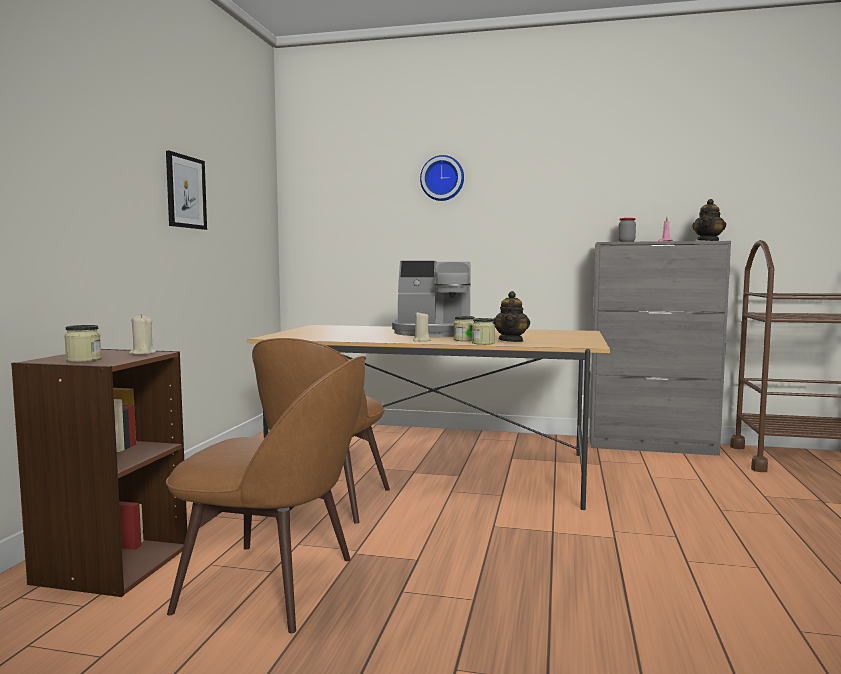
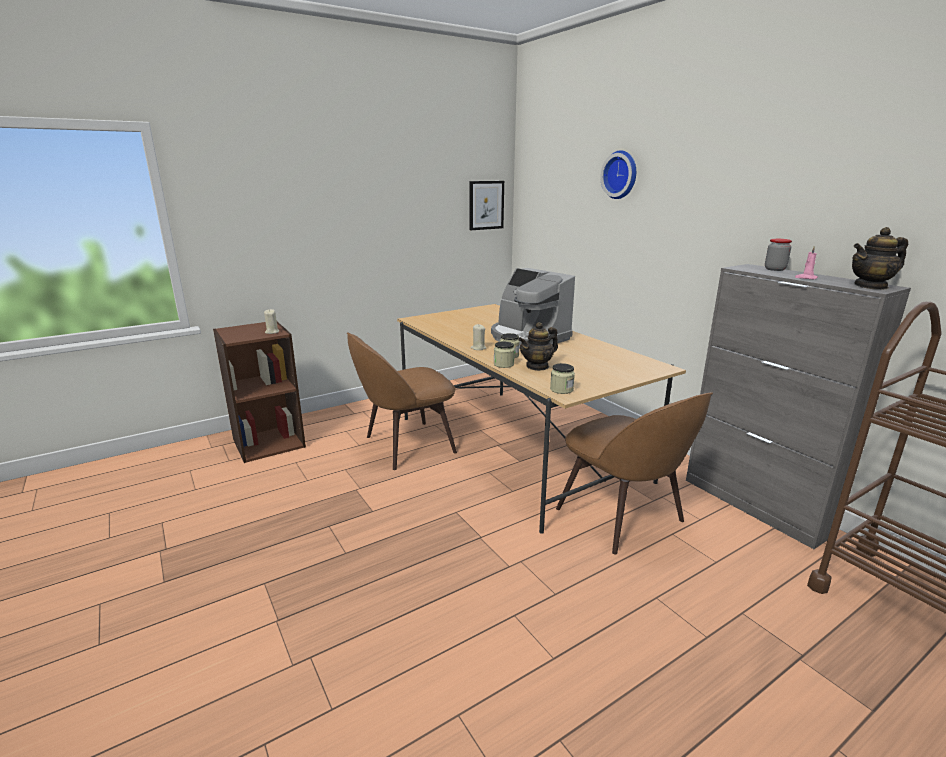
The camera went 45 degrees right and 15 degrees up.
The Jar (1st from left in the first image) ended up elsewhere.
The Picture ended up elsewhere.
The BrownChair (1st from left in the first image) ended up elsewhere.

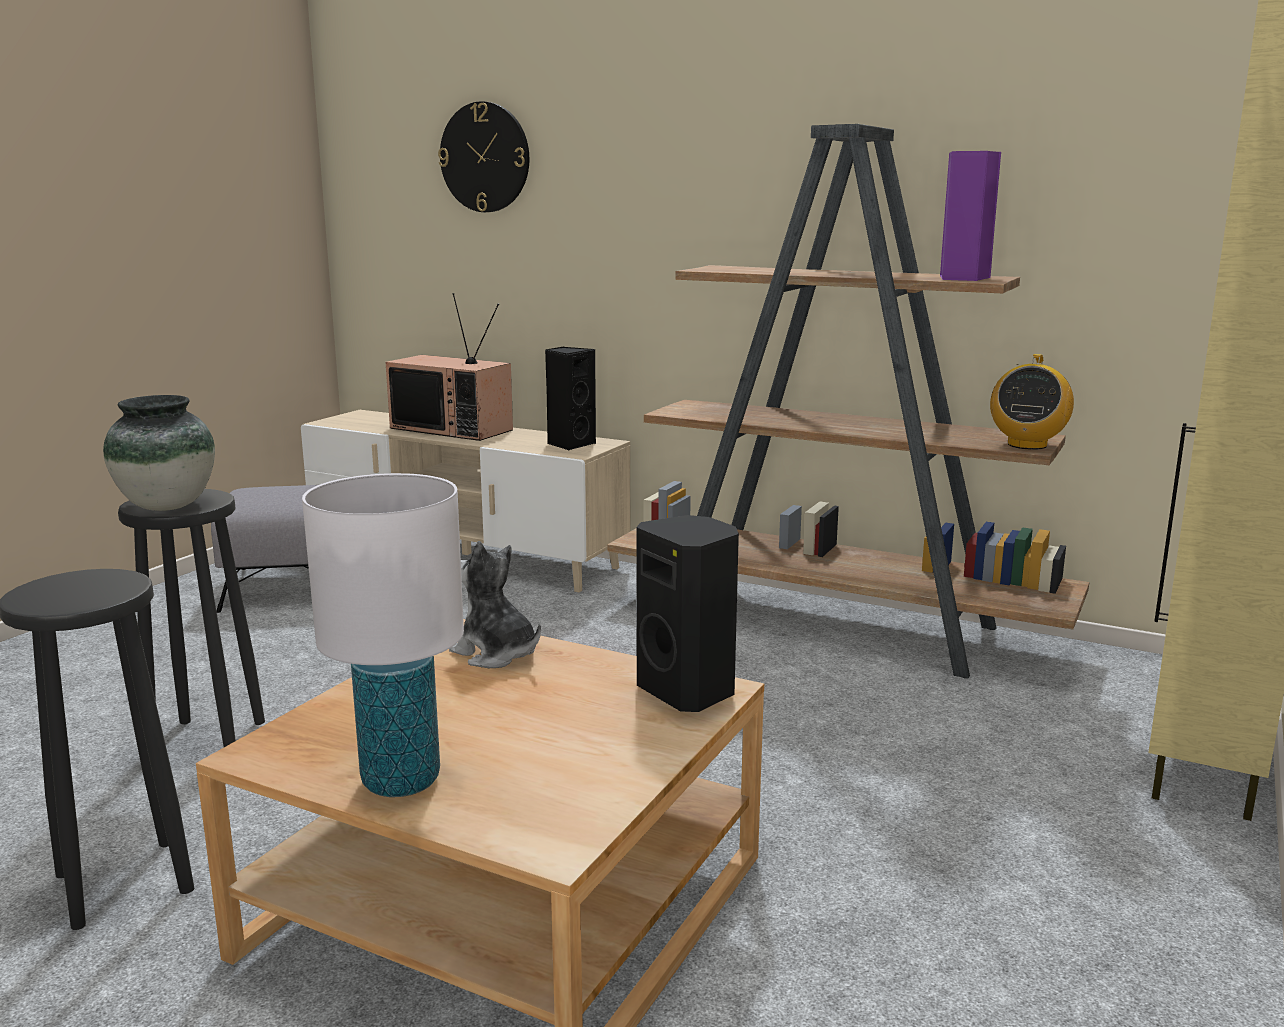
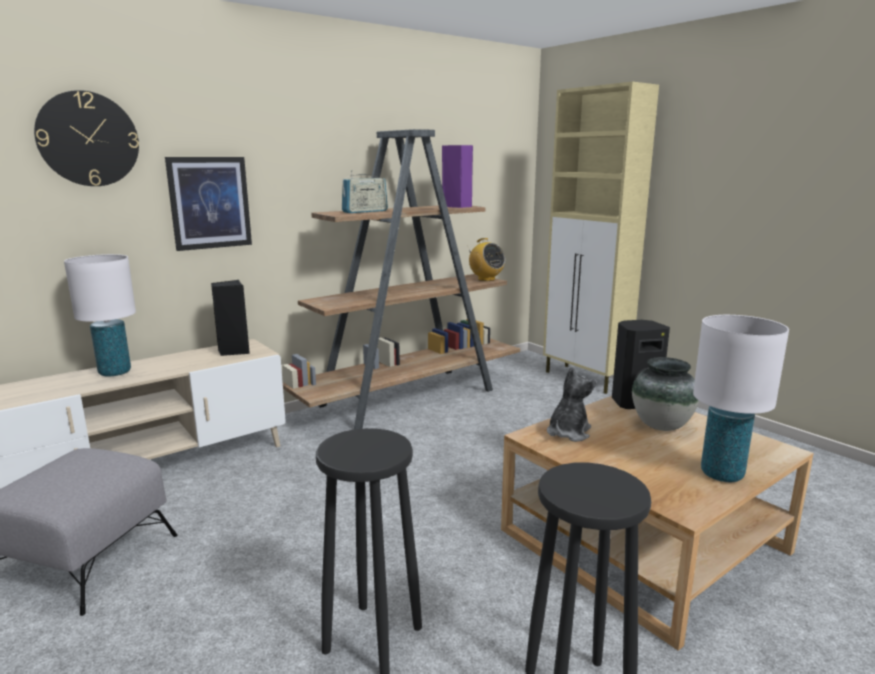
The camera went 65 degrees left and 0 degrees up.
The Vase ended up elsewhere.
Where the Television stood, the WhiteTableLamp (1st from left) came to stand.
The PlushToy ended up facing another way, 150 degrees clockwise from before.
The second view gained the Picture.
The second view gained the Radio (1st from left).

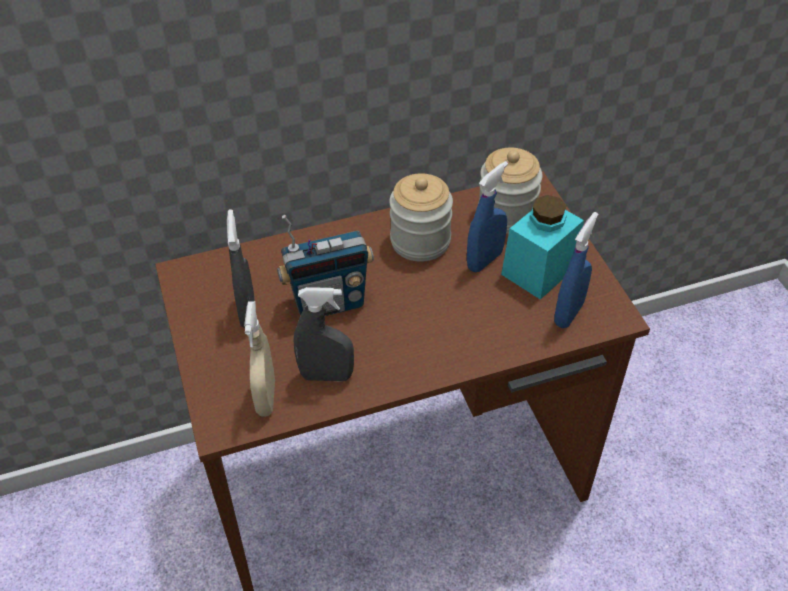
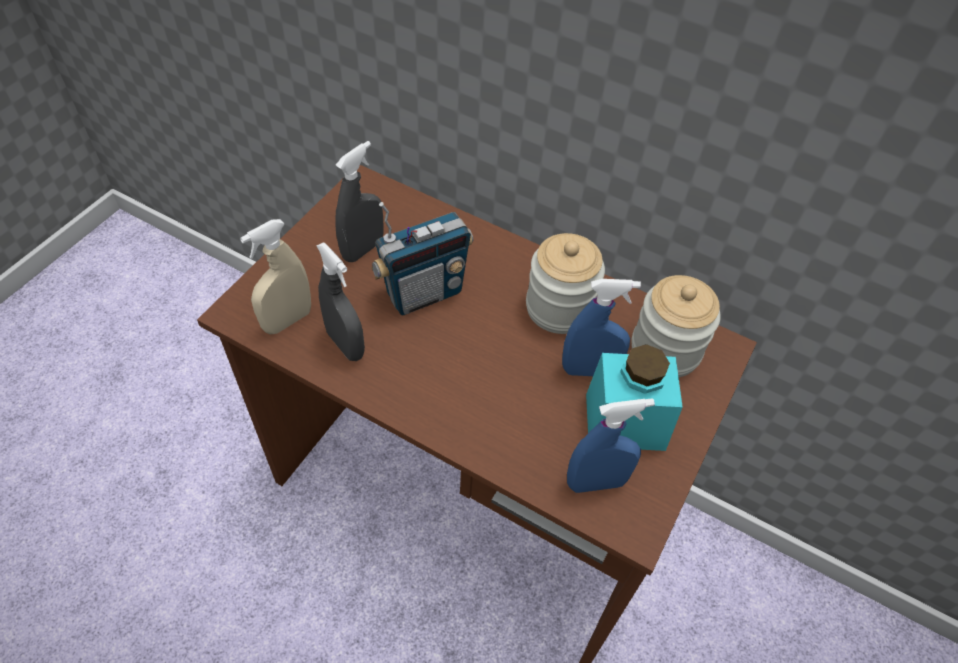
The camera went 45 degrees right and 5 degrees up.
The Radio ended up facing another way, 60 degrees counterclockwise from before.

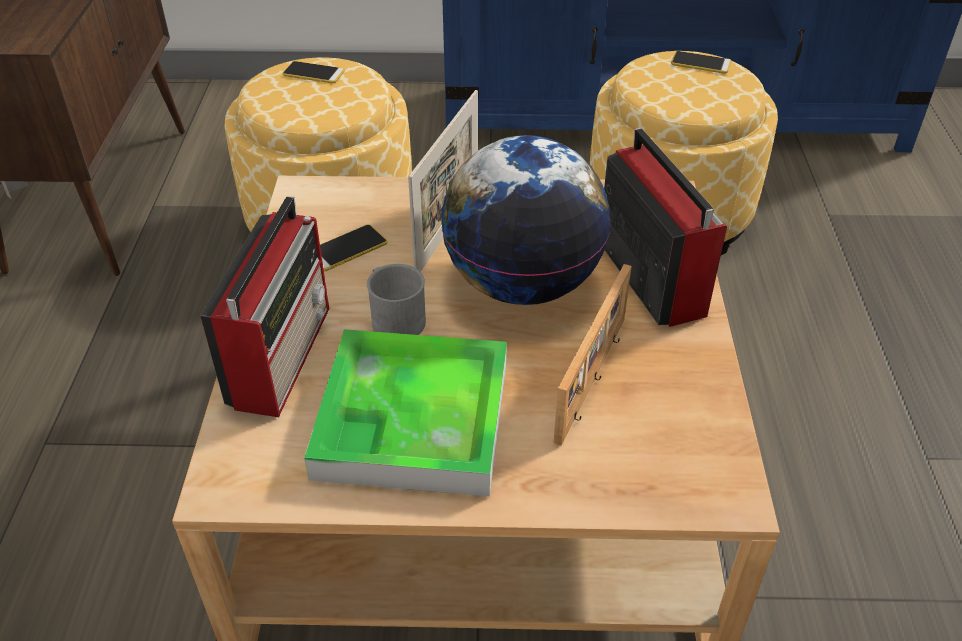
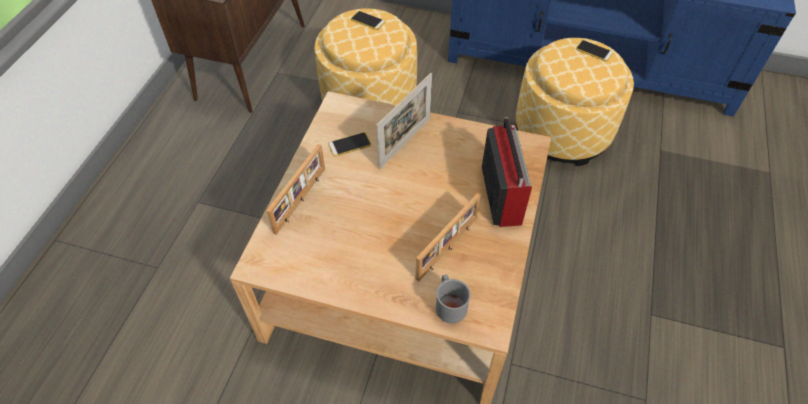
The camera went 15 degrees right and 10 degrees up.
Where the Radio (1st from left) stood, the PictureFrame (1st from left) came to stand.
The second view lost the Tray.
The GreyMug ended up elsewhere.
The second view lost the Globe.

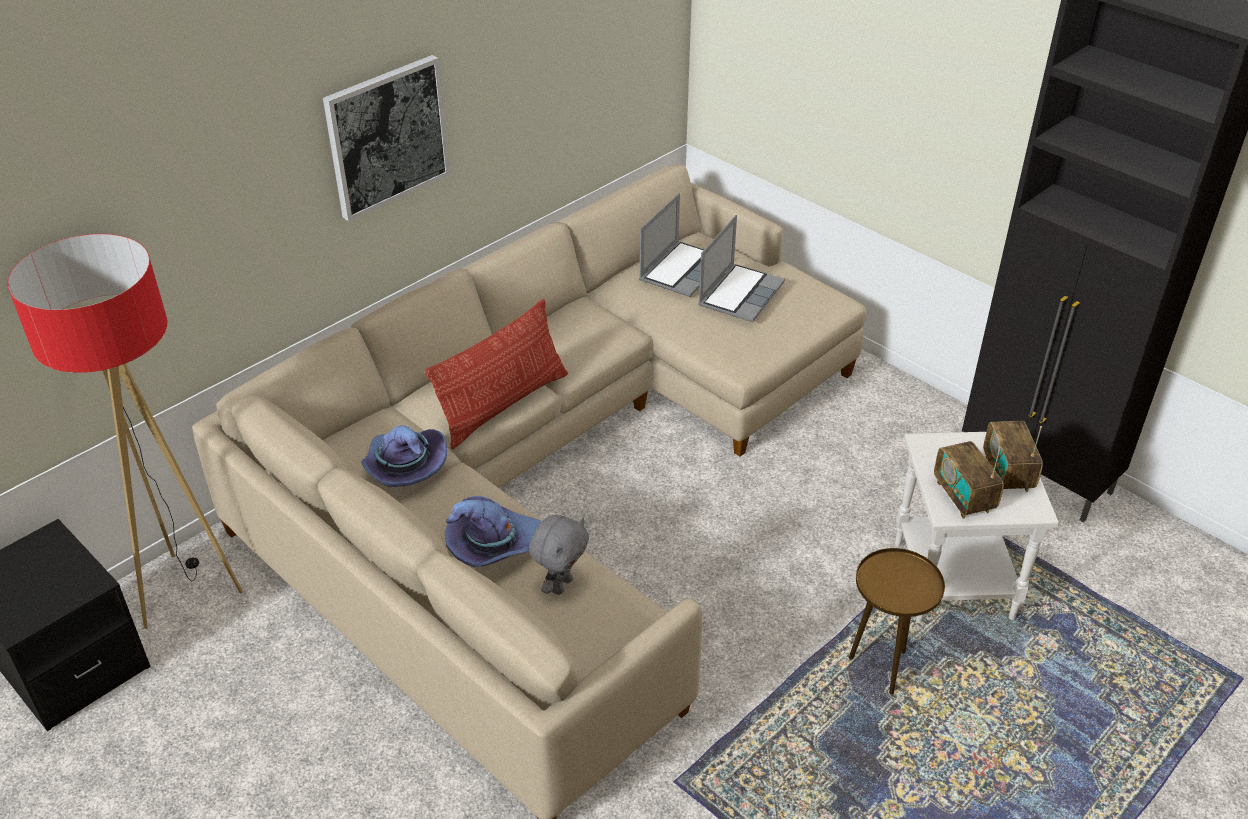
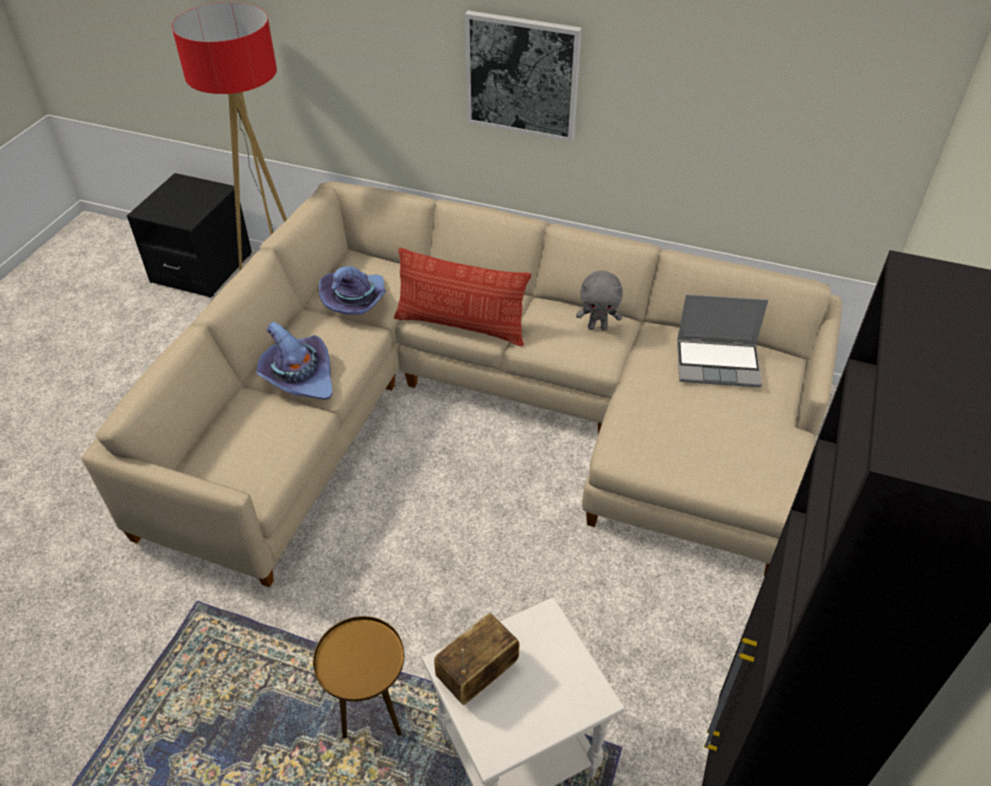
The camera went 65 degrees right and 5 degrees up.
The GreyPlushToy ended up elsewhere.
The second view lost the Laptop (2nd from left).
The second view lost the Radio (2nd from left).

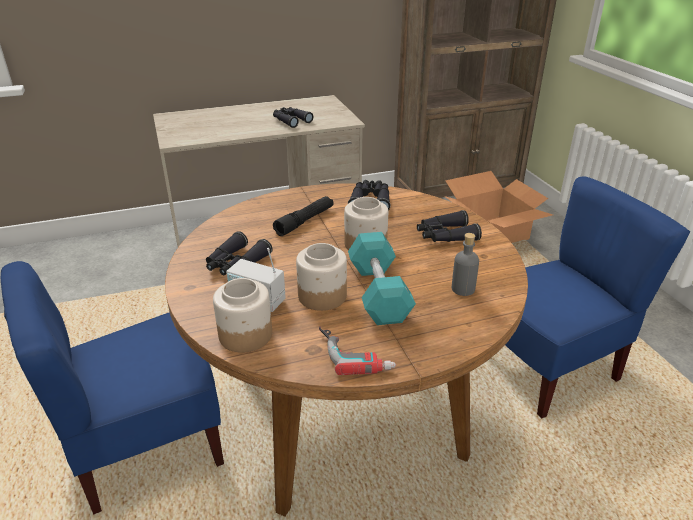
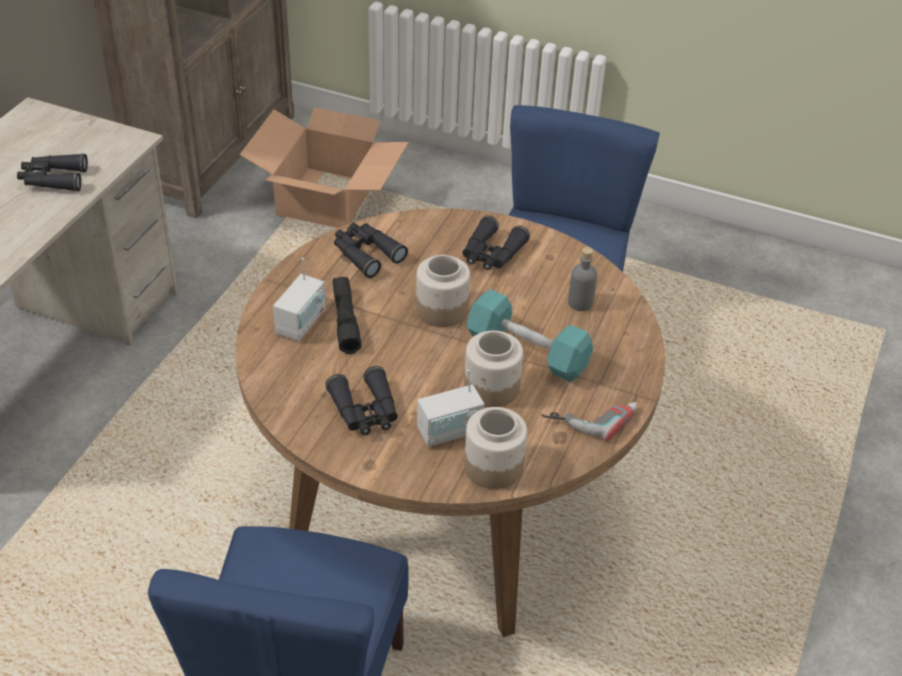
The camera went 50 degrees left and 10 degrees up.
The second view gained the Radio (1st from left).

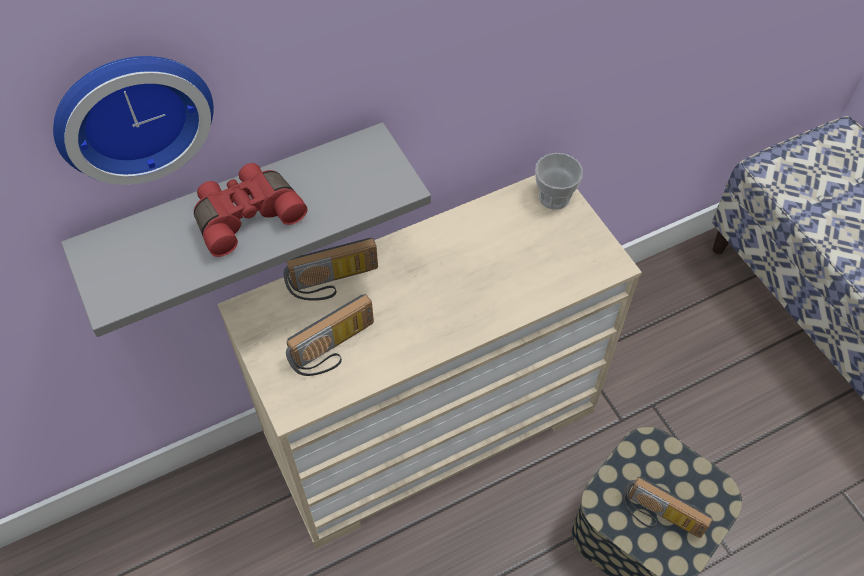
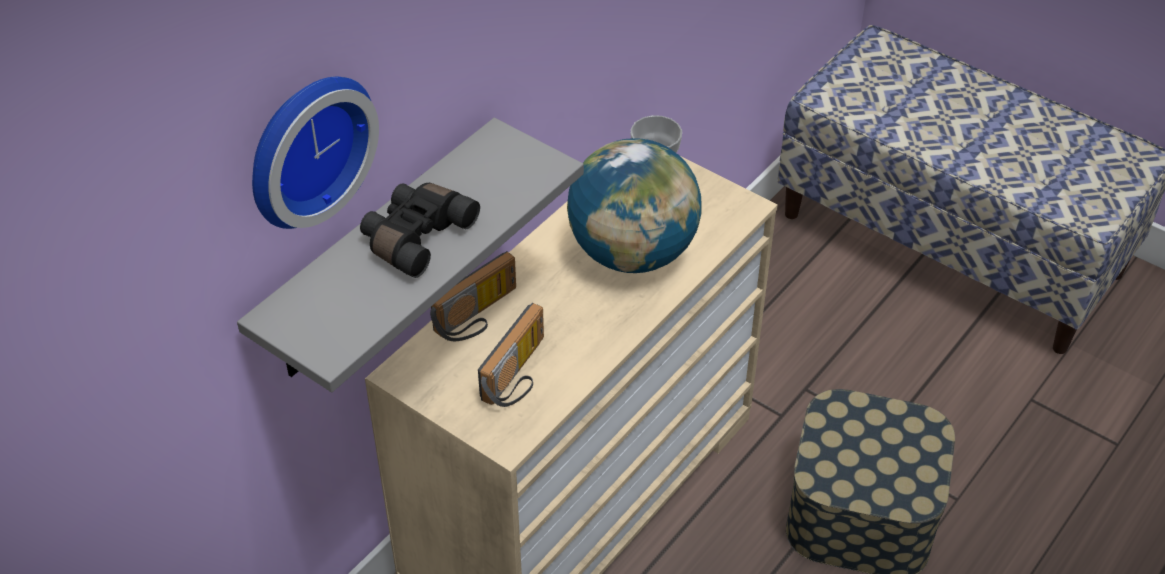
The camera went 25 degrees left and 10 degrees down.
What was the RedBinoculars turned into the BlackBinoculars.
The second view lost the Radio (3rd from left).
The second view gained the Globe.

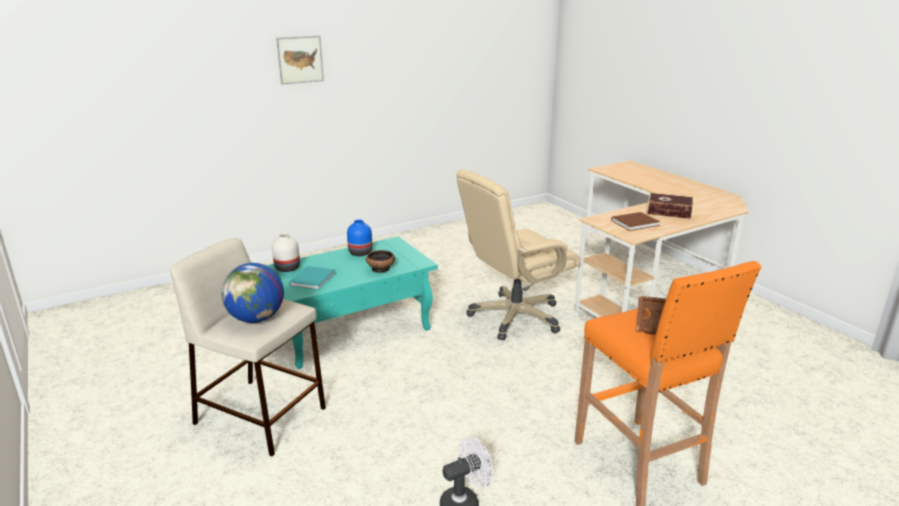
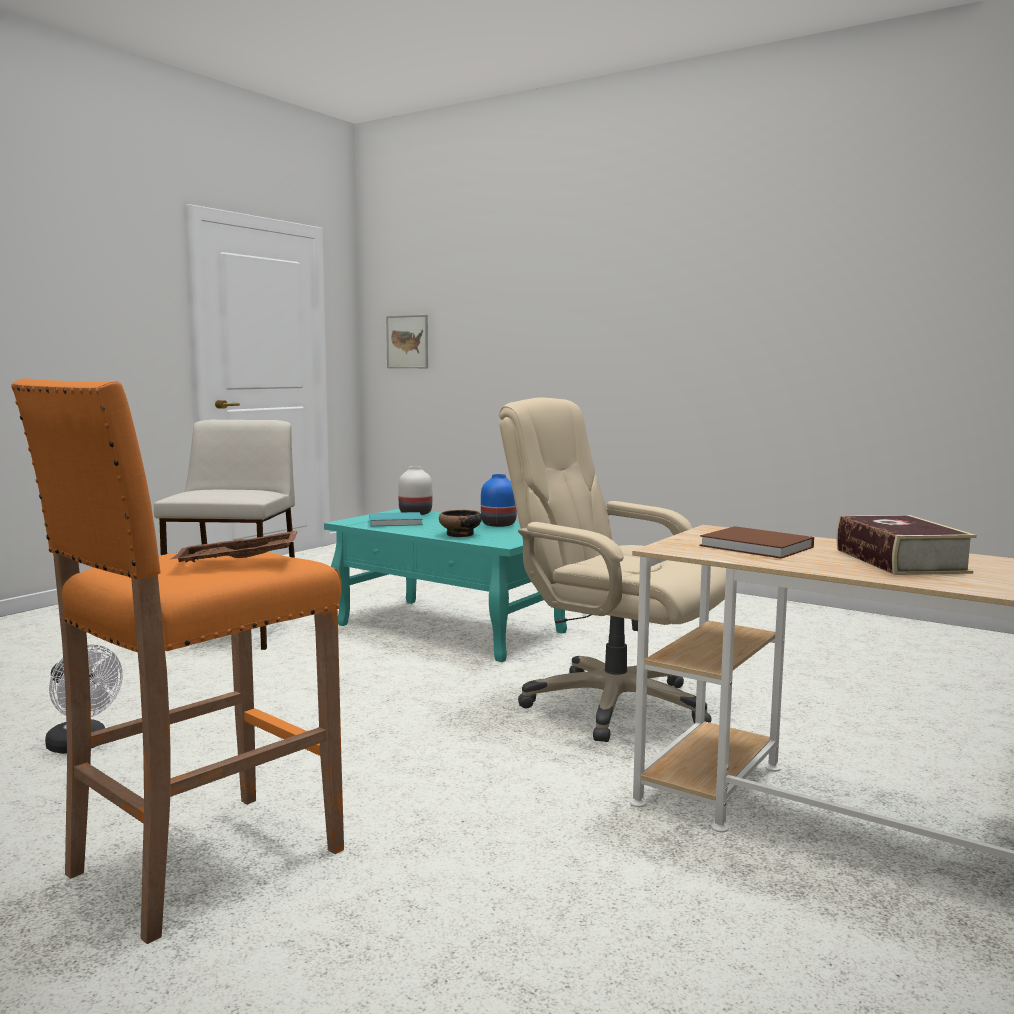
The camera went 65 degrees right and 15 degrees down.
The second view lost the Globe.
The Picture ended up elsewhere.

